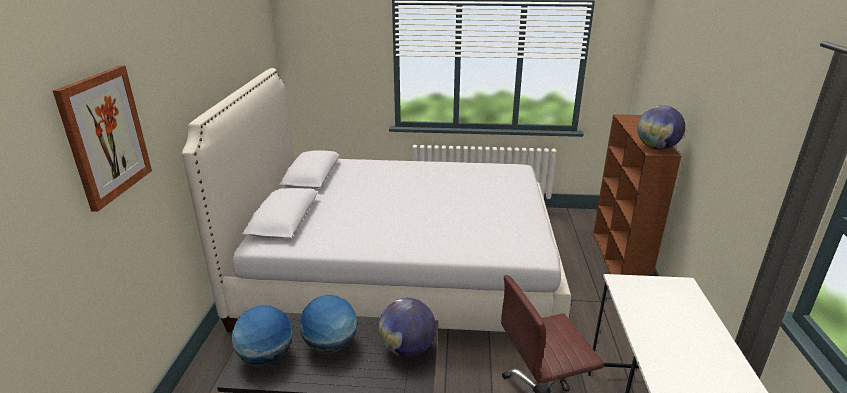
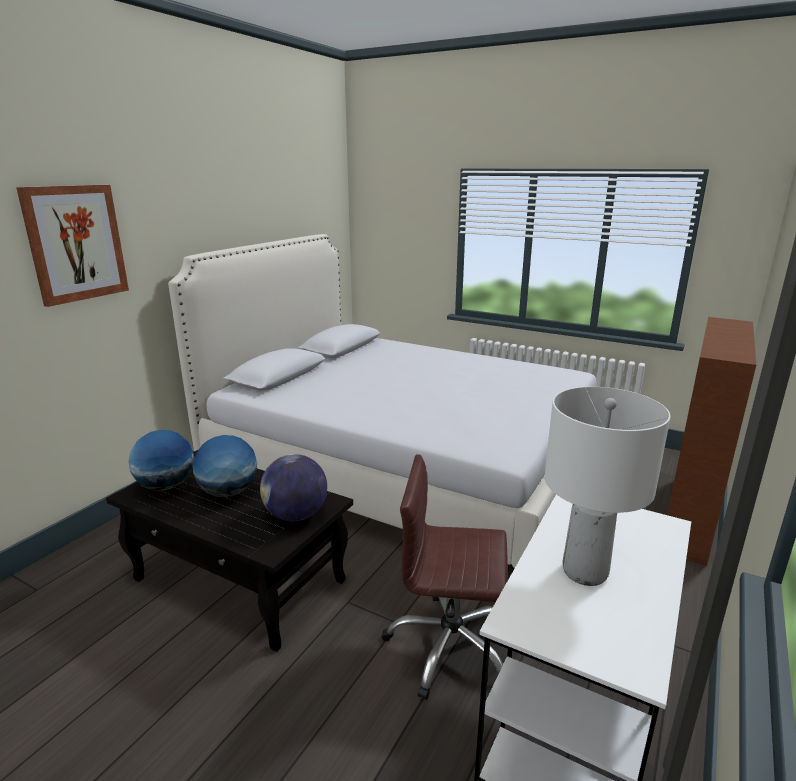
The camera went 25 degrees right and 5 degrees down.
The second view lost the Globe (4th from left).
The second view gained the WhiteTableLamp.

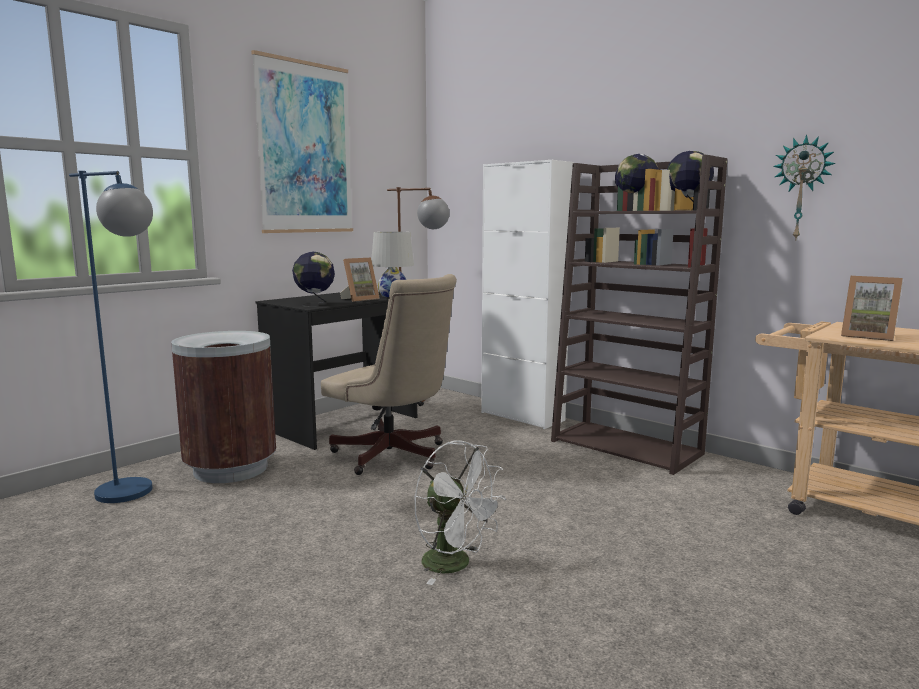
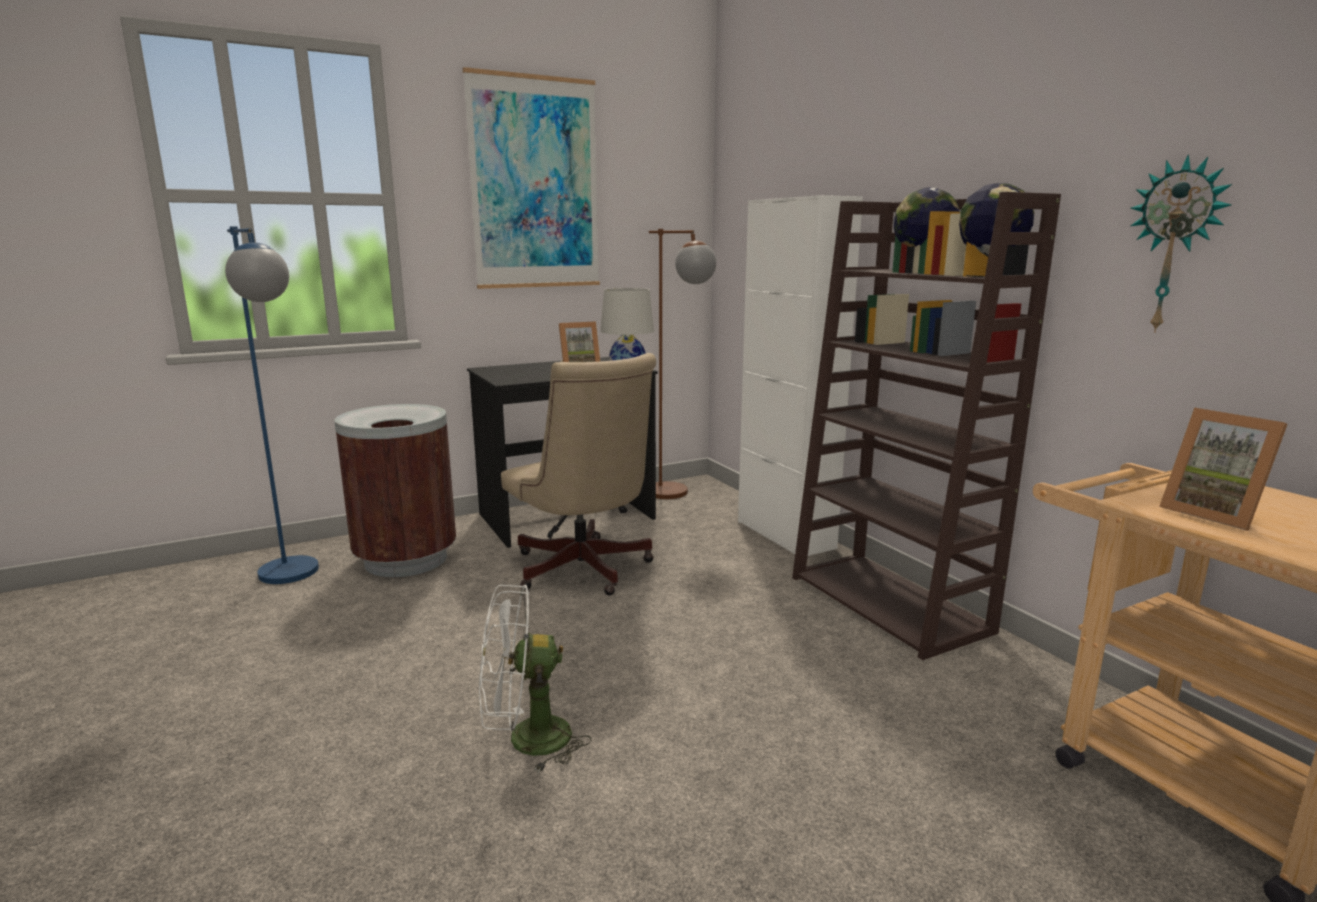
The camera went 20 degrees right and 5 degrees up.
The second view lost the Globe (1st from left).
The WhiteFan ended up facing another way, 105 degrees clockwise from before.

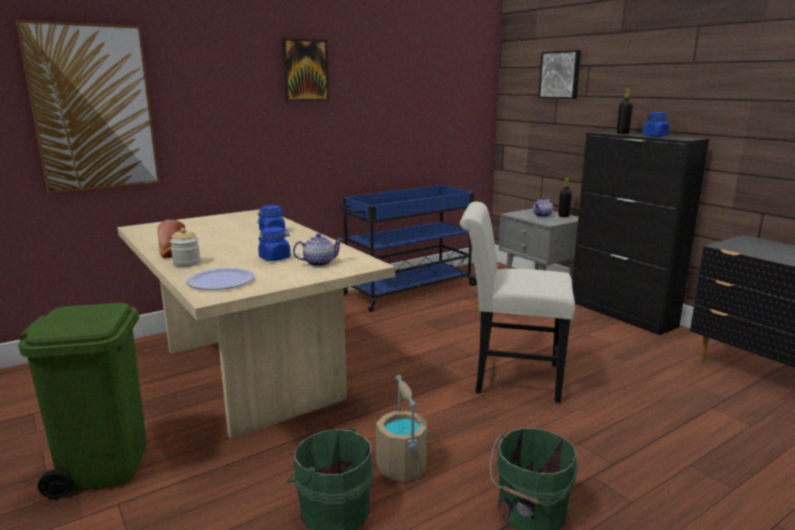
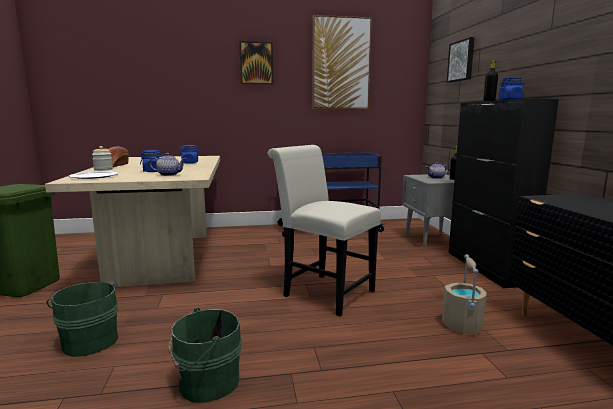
The camera went 25 degrees right and 5 degrees down.
The Picture (1st from left in the first image) ended up elsewhere.
The BeigeBucket ended up elsewhere.

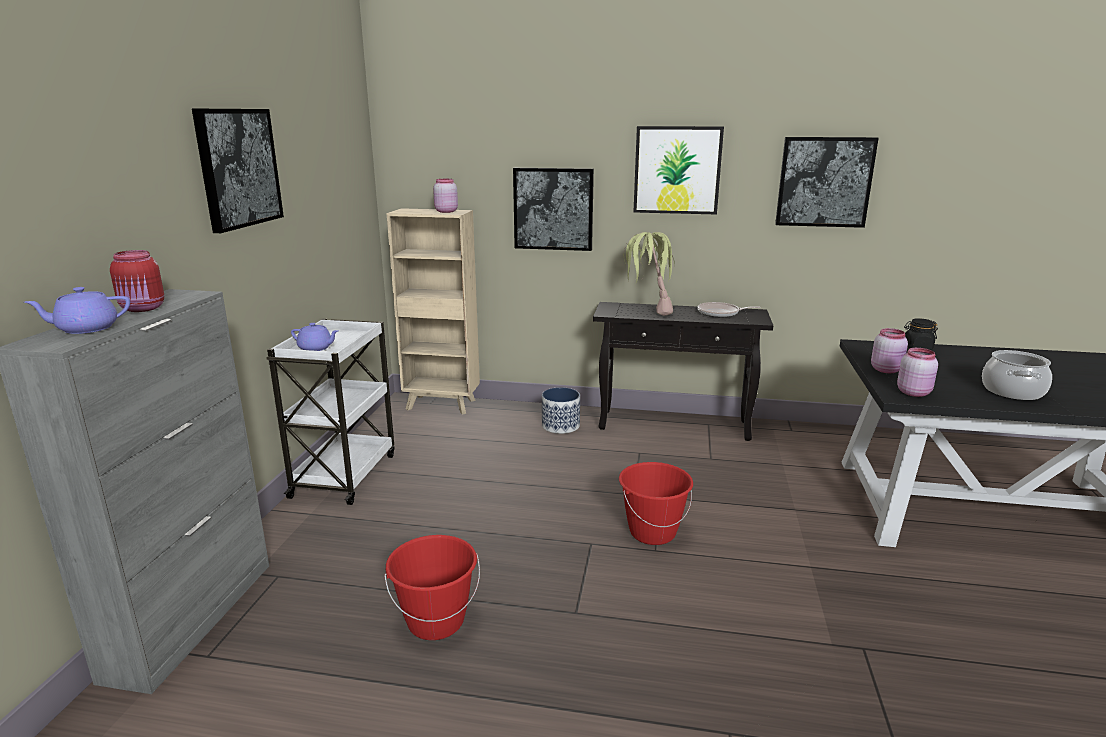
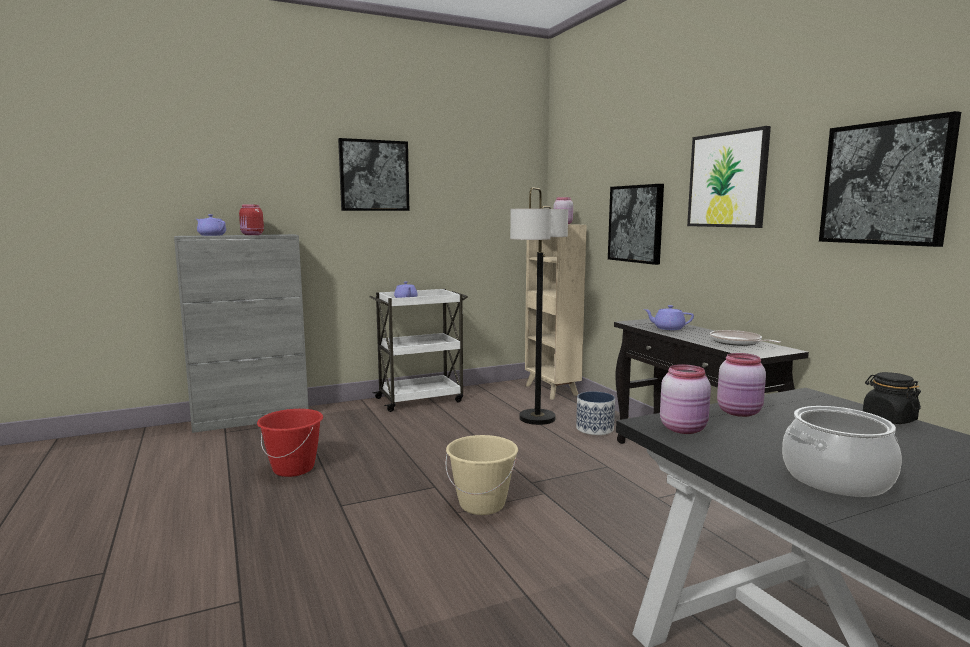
The camera went 55 degrees right and 10 degrees down.
What was the RedBucket (2nd from left) turned into the BeigeBucket.
Where the PottedPlant stood, the PurpleTeapot (3rd from left) came to stand.
The second view gained the FloorLamp.

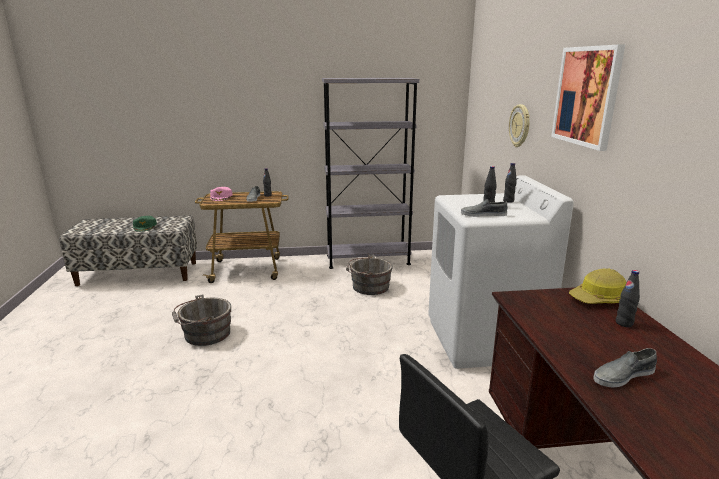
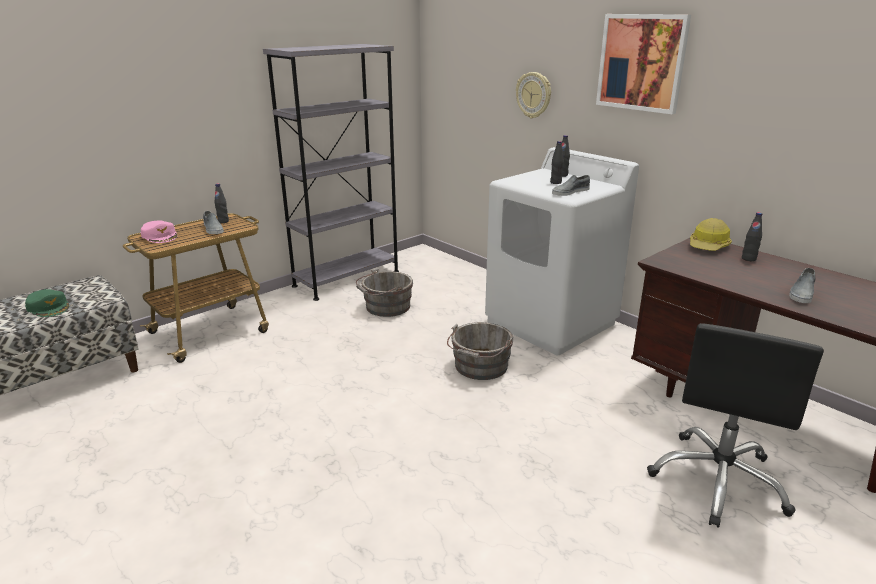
The camera went 35 degrees left and 5 degrees up.
The GreyBucket (1st from left in the first image) ended up elsewhere.

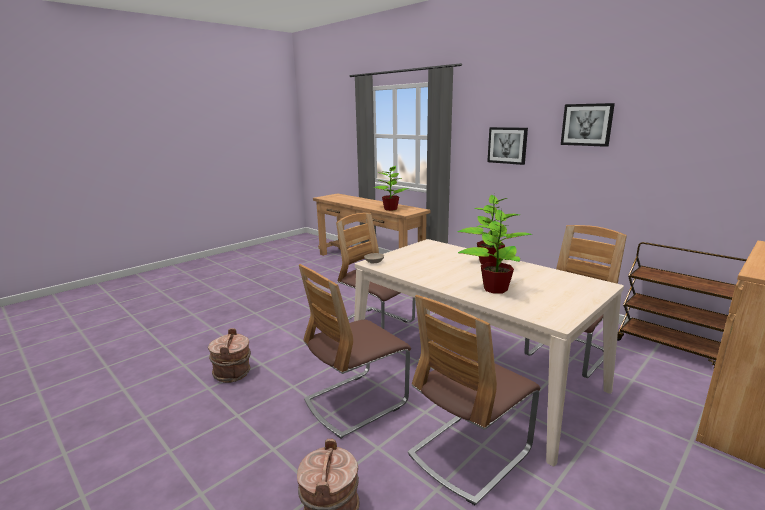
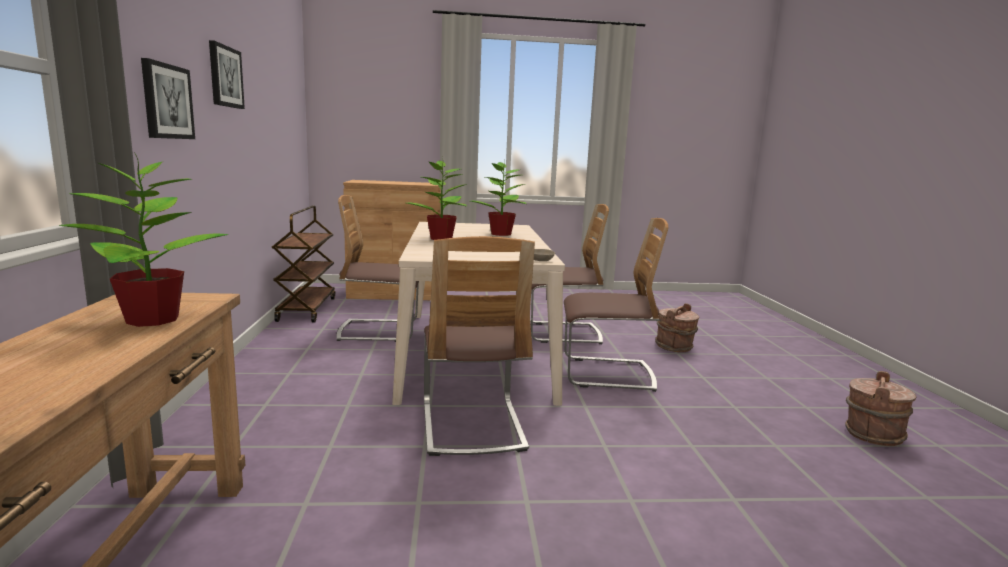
The camera went 140 degrees left and 5 degrees down.
The BrownBucket (1st from left in the first image) ended up elsewhere.

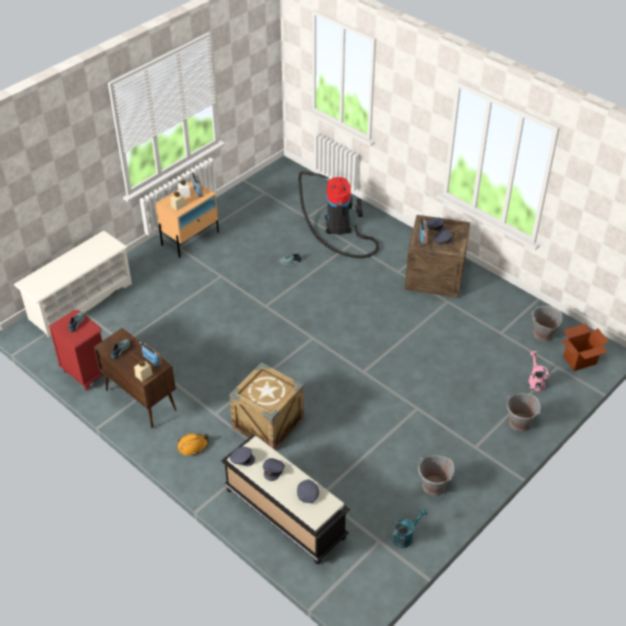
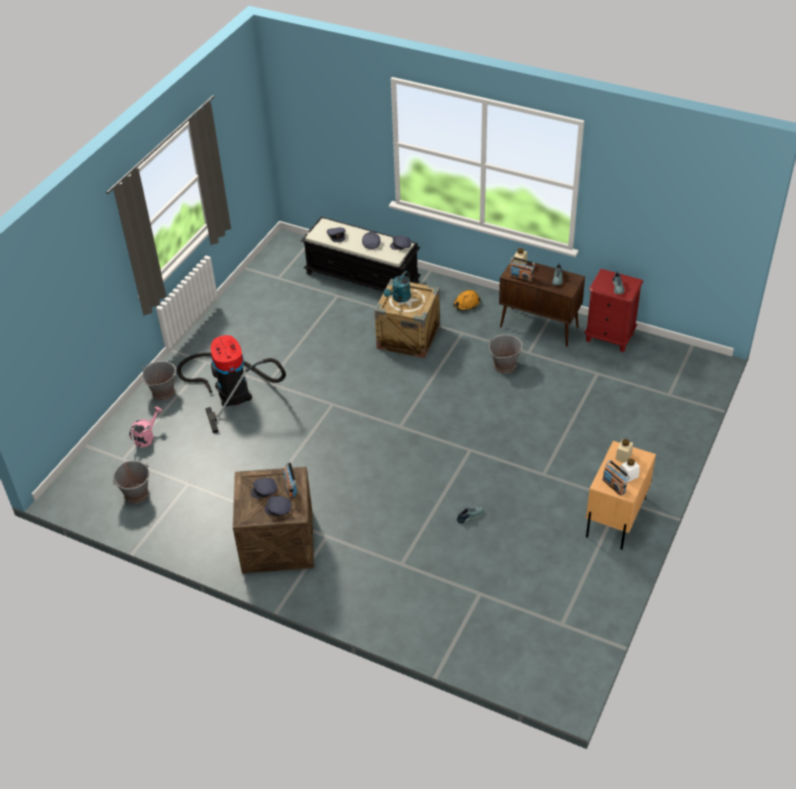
The camera went 165 degrees right and 0 degrees up.
The second view lost the WhiteShoeRack.
The VacuumCleaner ended up elsewhere.
The TurquoiseWateringCan ended up elsewhere.
The GreyBucket (1st from left in the first image) ended up elsewhere.
The PinkWateringCan ended up facing another way, 120 degrees counterclockwise from before.
The second view lost the CardboardBox.

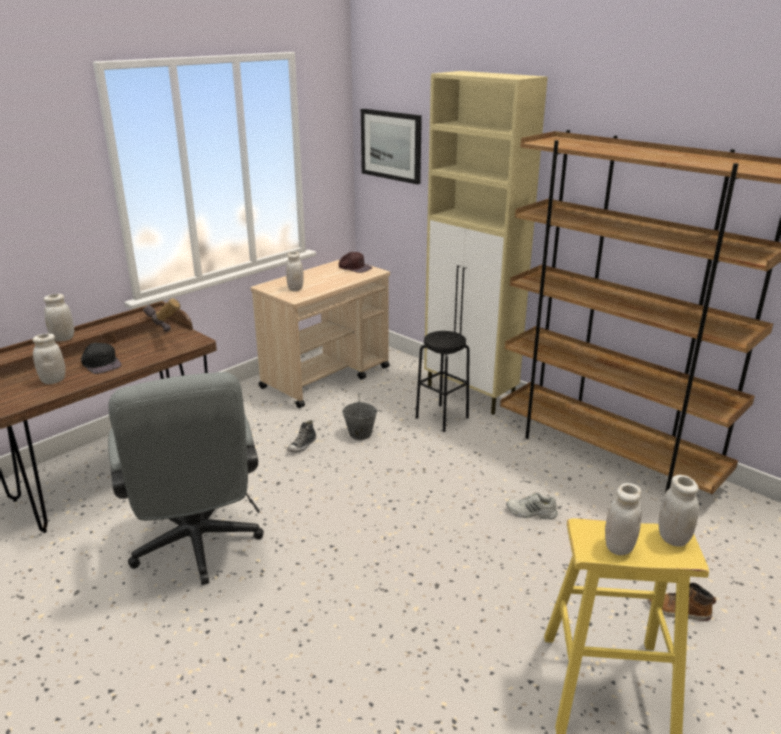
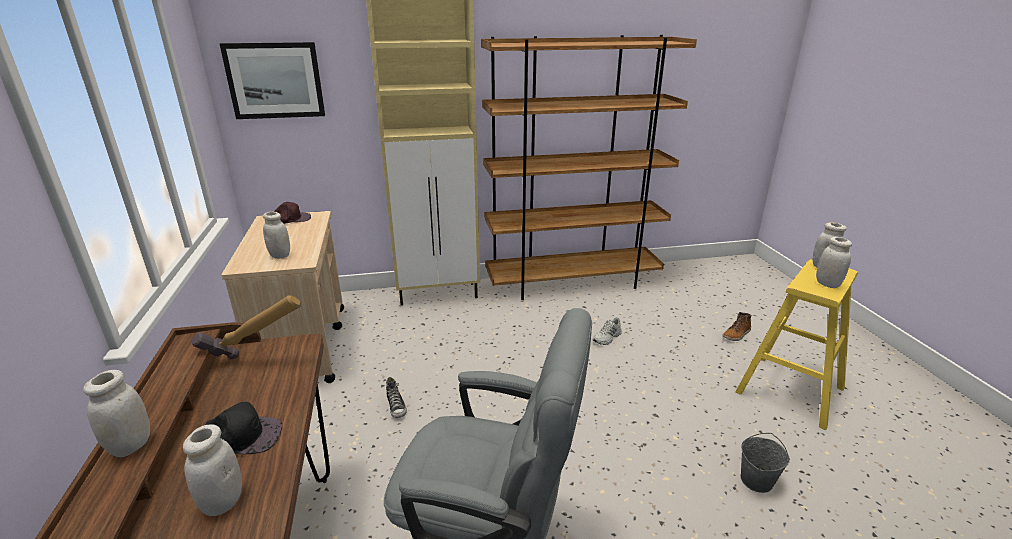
The camera went 55 degrees left and 0 degrees up.
The GreyBucket ended up elsewhere.
The second view lost the BlackStool.

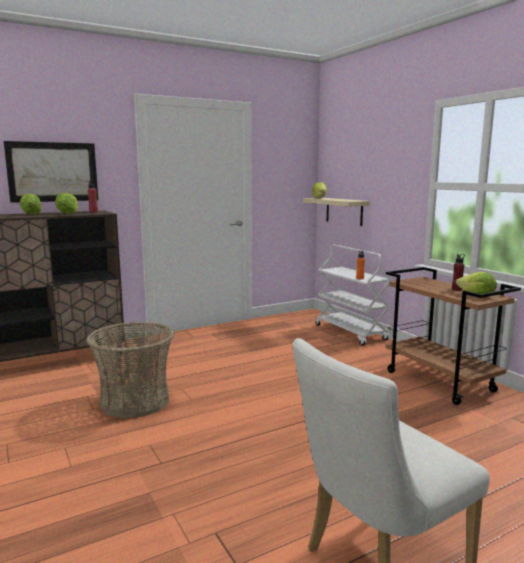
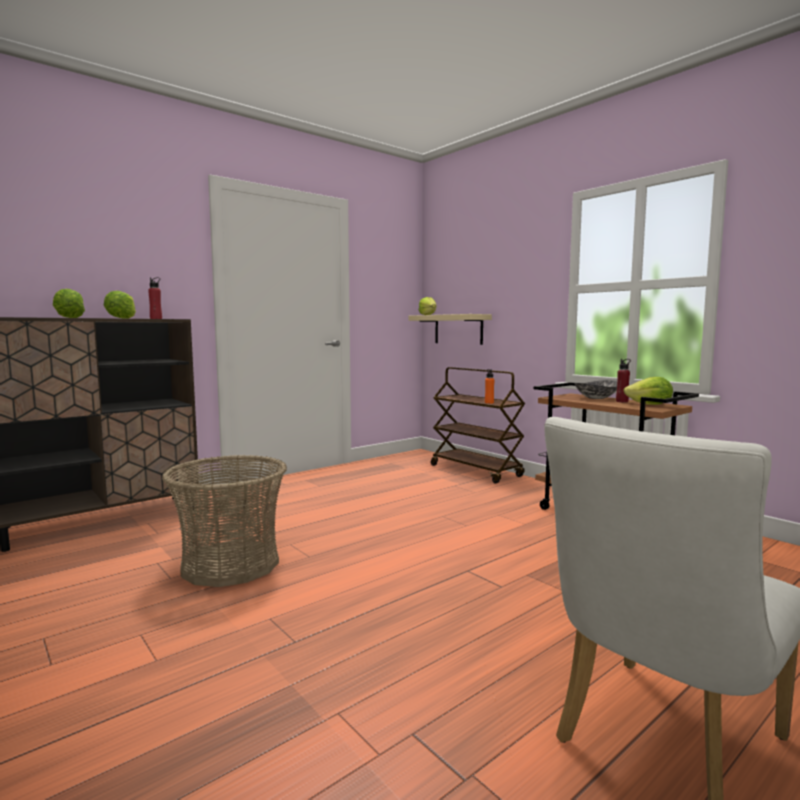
The camera went 10 degrees left and 5 degrees down.
The second view lost the Picture.
What was the WhiteCart turned into the BrownCart (1st from left).
The second view gained the Bowl.

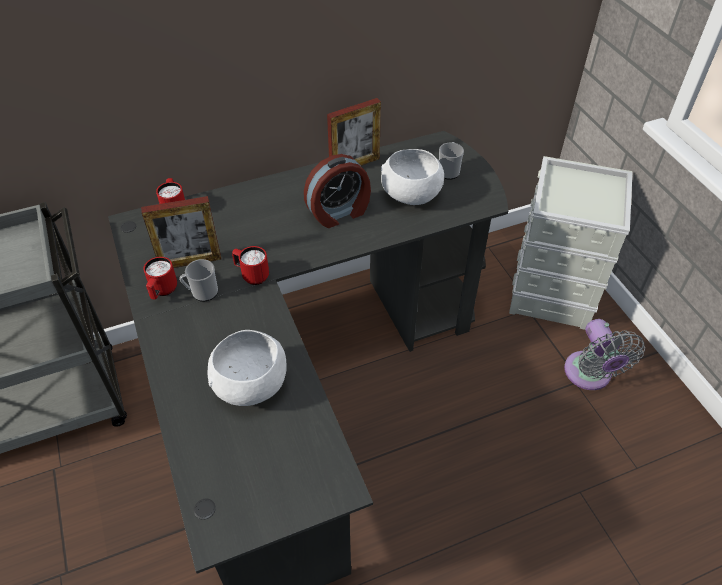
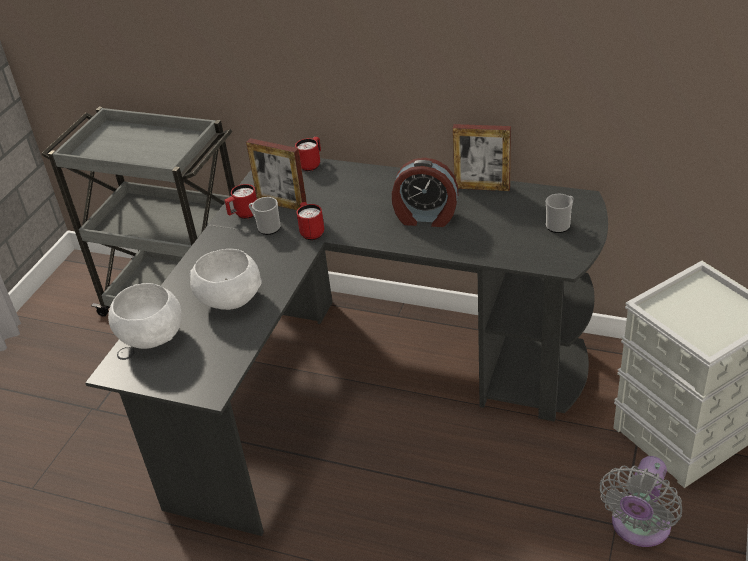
The camera went 45 degrees right and 10 degrees down.
The WhiteBowl (2nd from left in the first image) ended up elsewhere.

